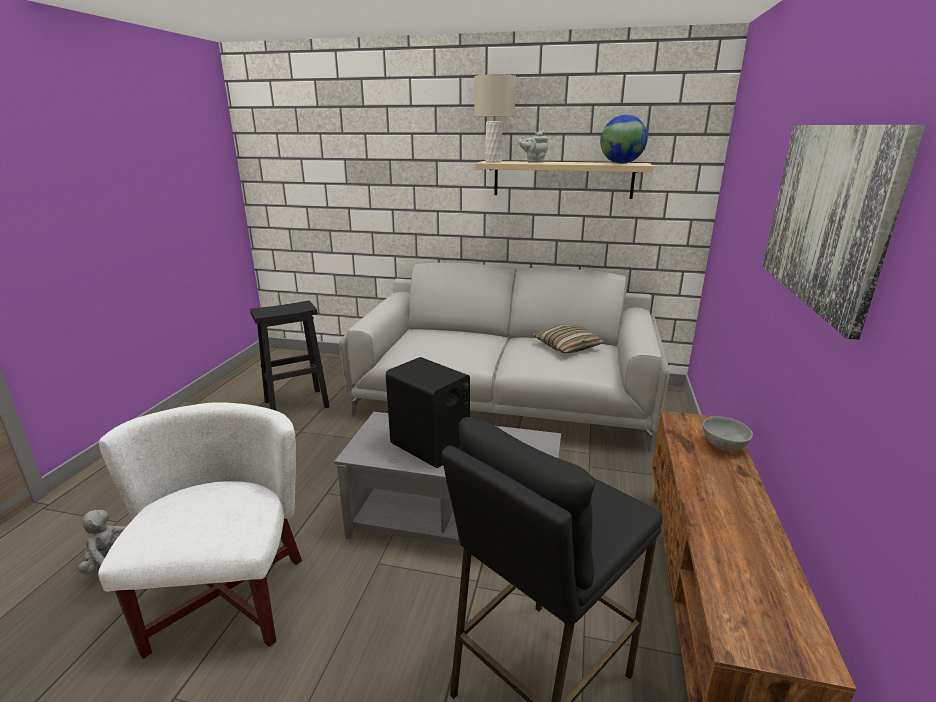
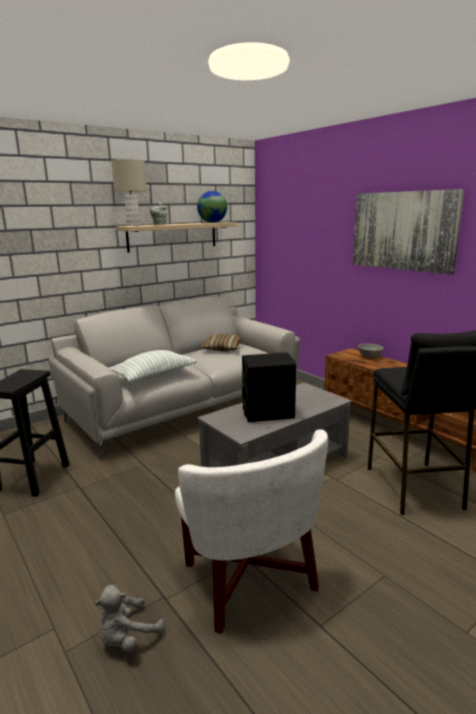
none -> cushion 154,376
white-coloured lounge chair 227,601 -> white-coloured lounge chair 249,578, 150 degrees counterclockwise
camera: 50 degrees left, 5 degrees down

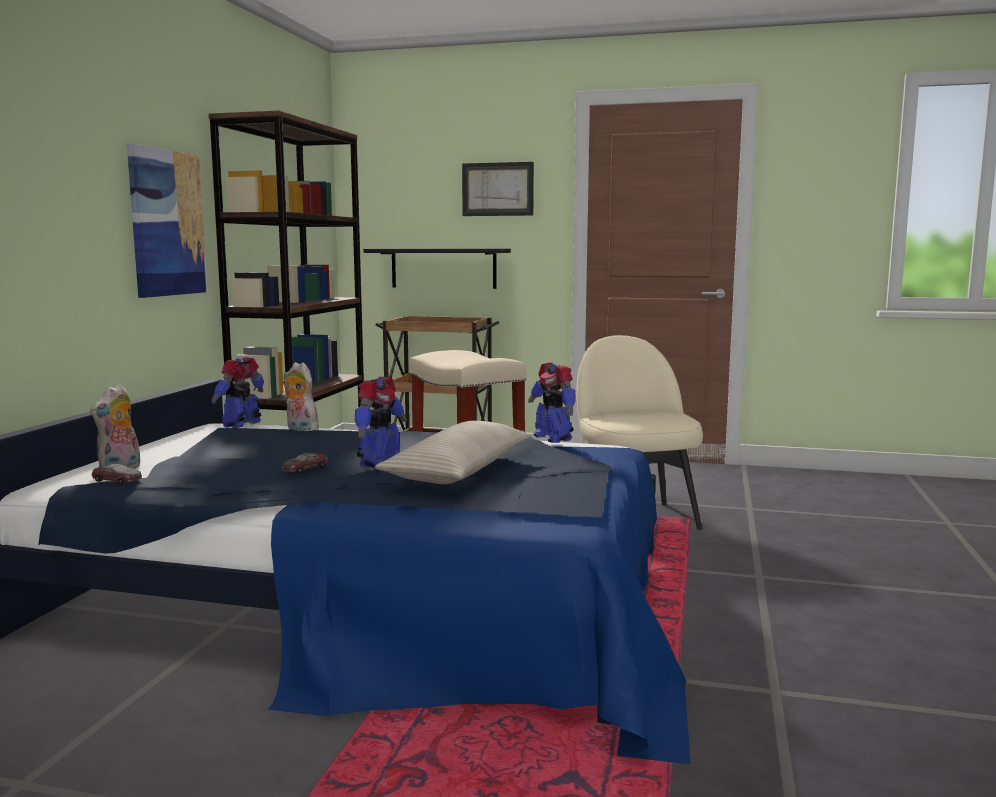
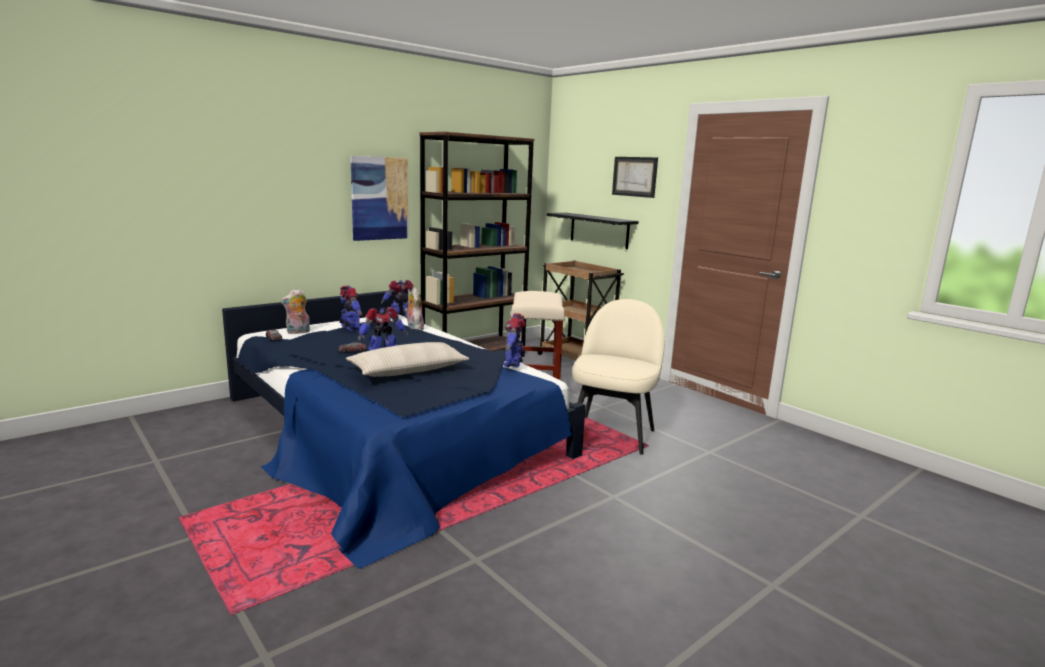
none -> model robot 350,328
camera: 35 degrees right, 5 degrees up

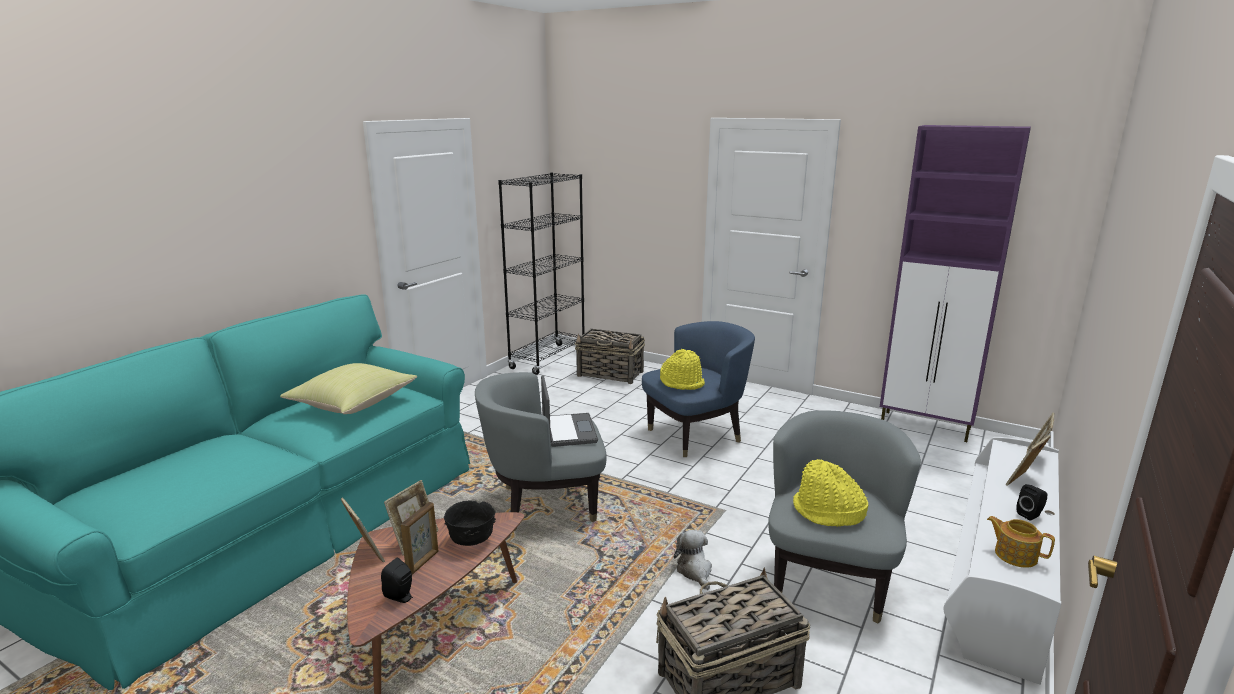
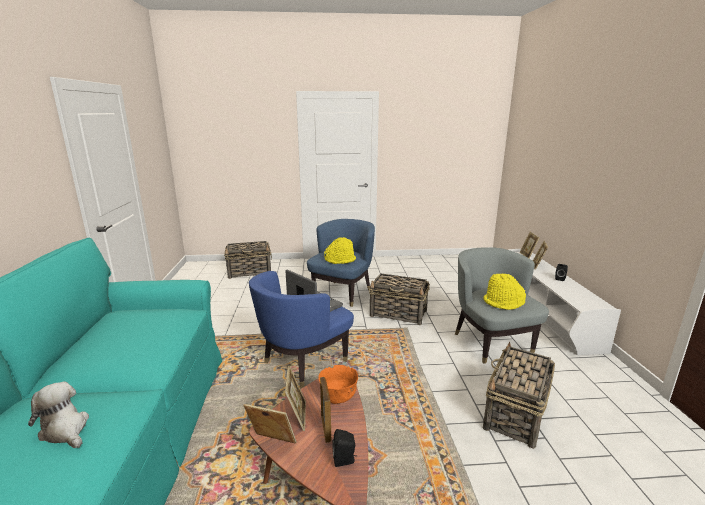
plush toy 695,571 -> plush toy 65,430, shifted
greyish lounge chair 545,504 -> blue lounge chair 303,363
blackish bowl 471,541 -> orange bowl 338,398
none -> household basket 399,314
yellow cushion 353,404 -> none
blackish shelving unit 548,359 -> none
purple cupboard 926,426 -> none
pot for tea 1014,555 -> none
camera: 35 degrees left, 0 degrees up

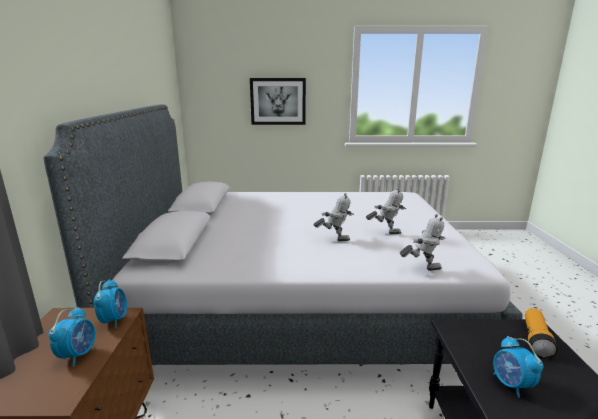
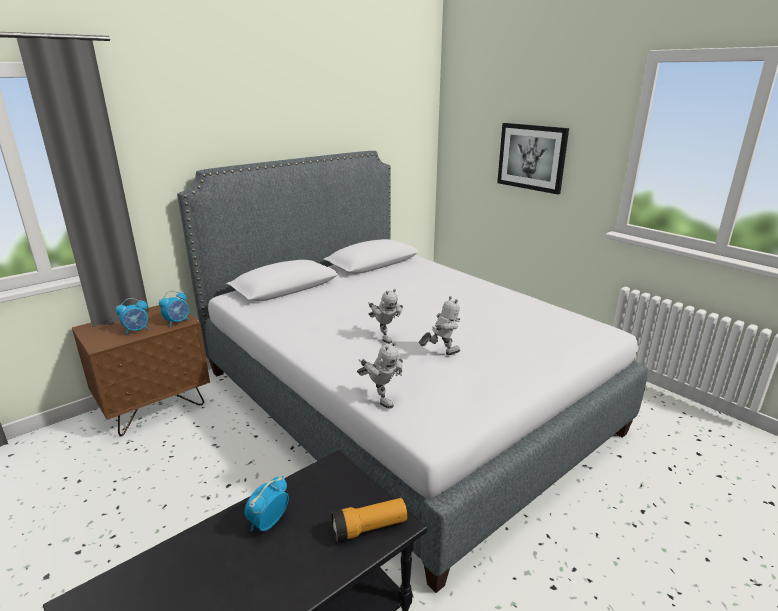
model robot 385,231 -> model robot 441,353, 90 degrees counterclockwise
camera: 50 degrees right, 5 degrees up

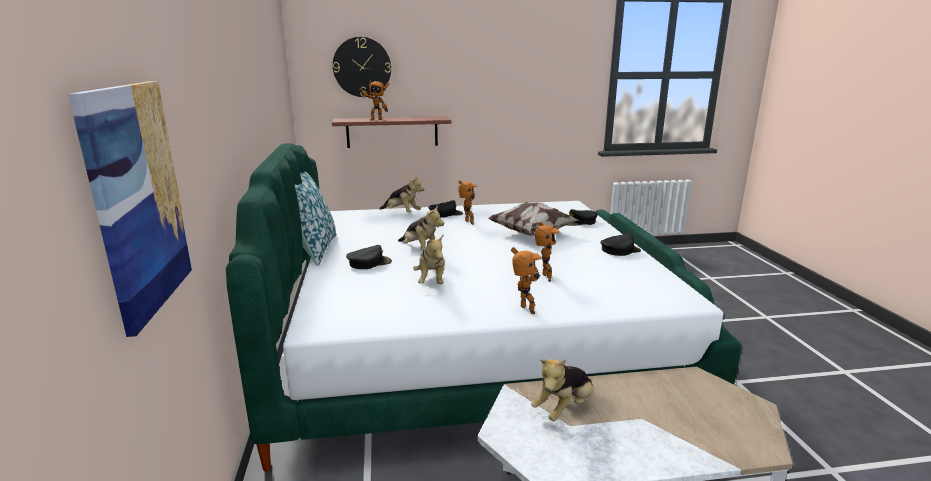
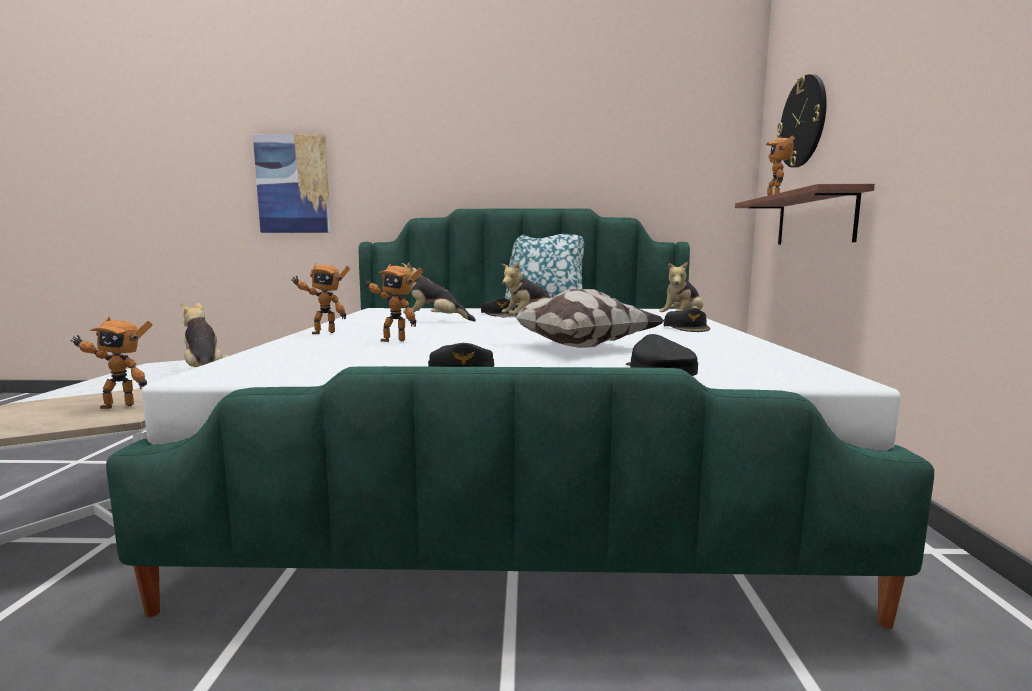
model robot 468,223 -> model robot 118,405, shifted
camera: 100 degrees right, 10 degrees down

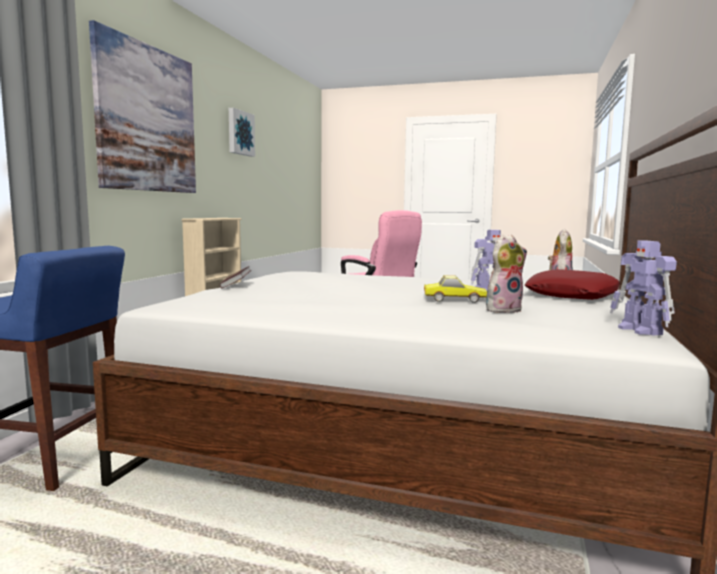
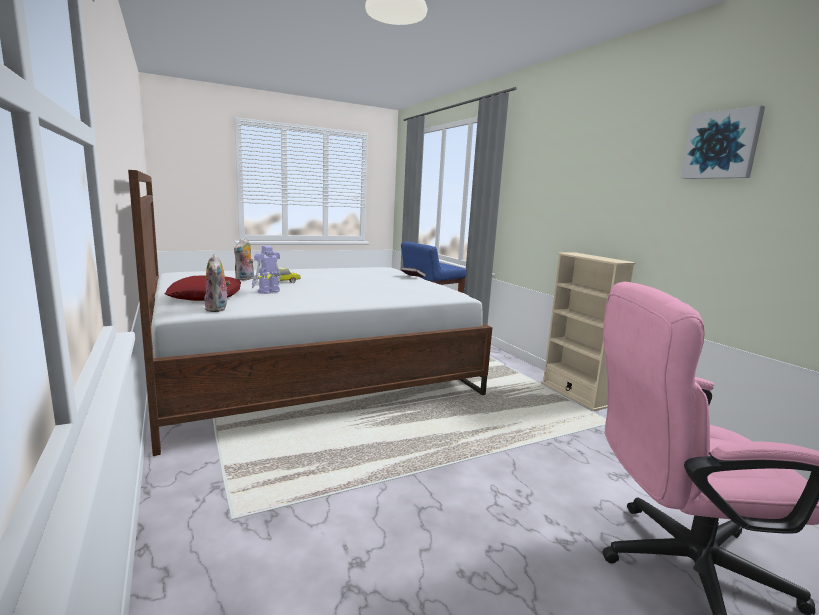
wall picture 147,119 -> none
model robot 641,330 -> none
camera: 135 degrees right, 5 degrees up

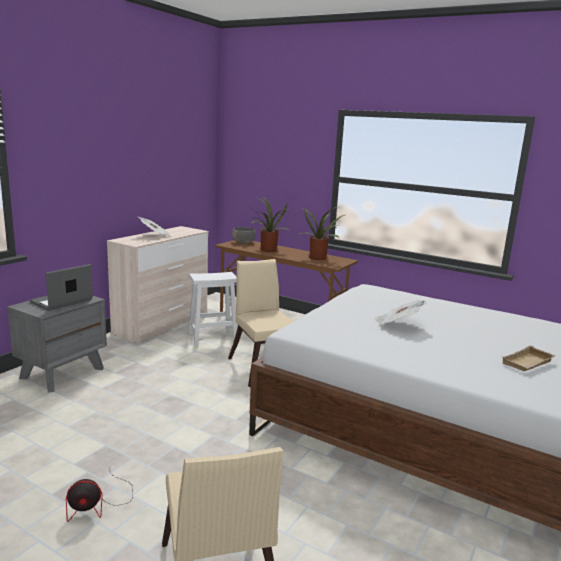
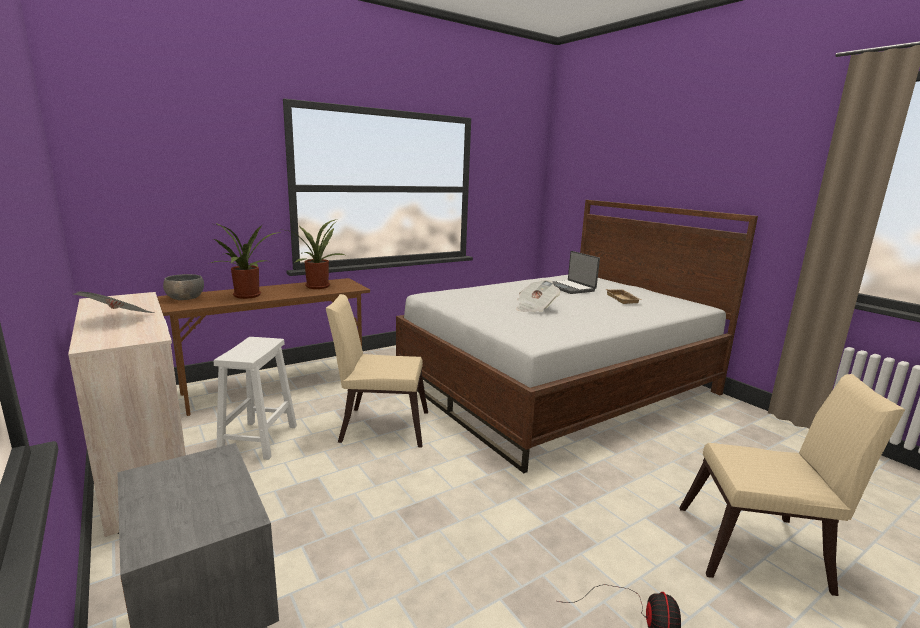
portable computer 62,301 -> portable computer 570,288, shifted
camera: 65 degrees left, 0 degrees up

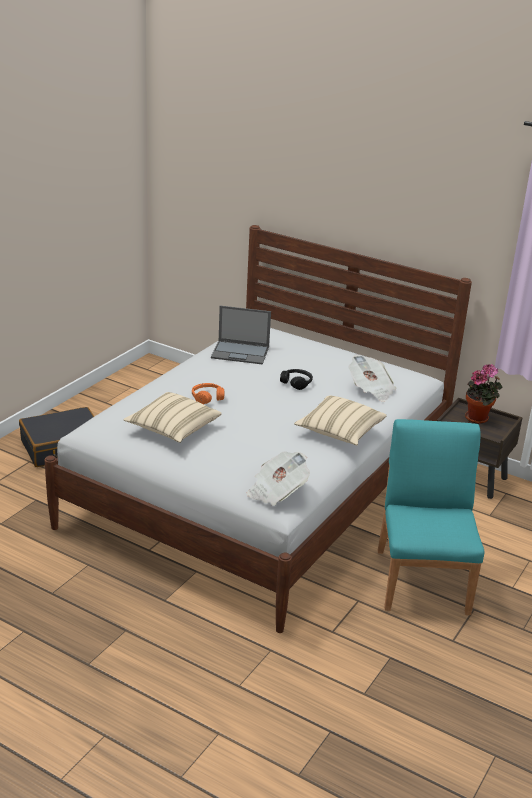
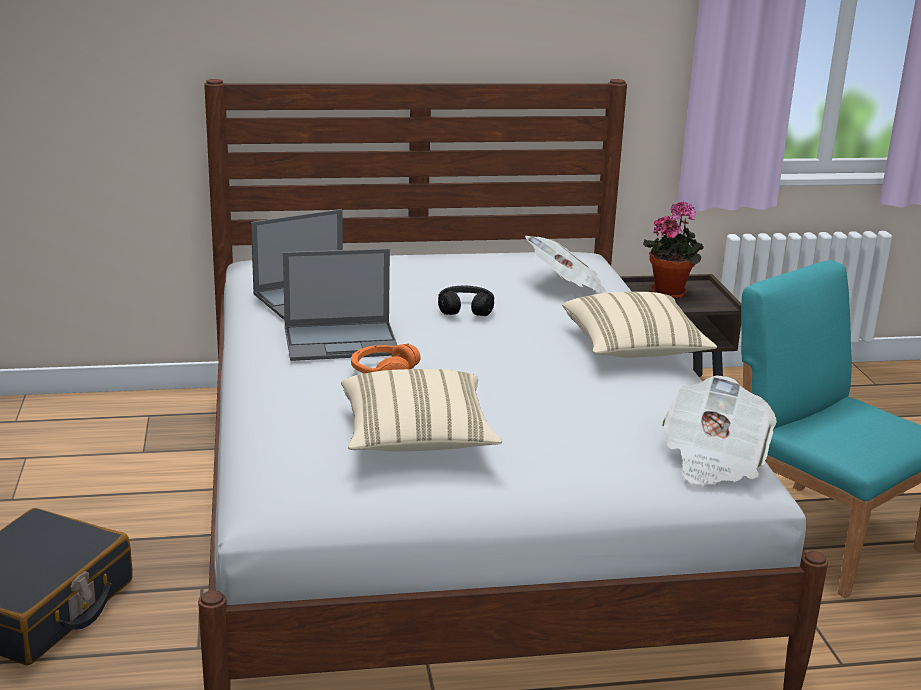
none -> portable computer 342,341
camera: 40 degrees left, 5 degrees down

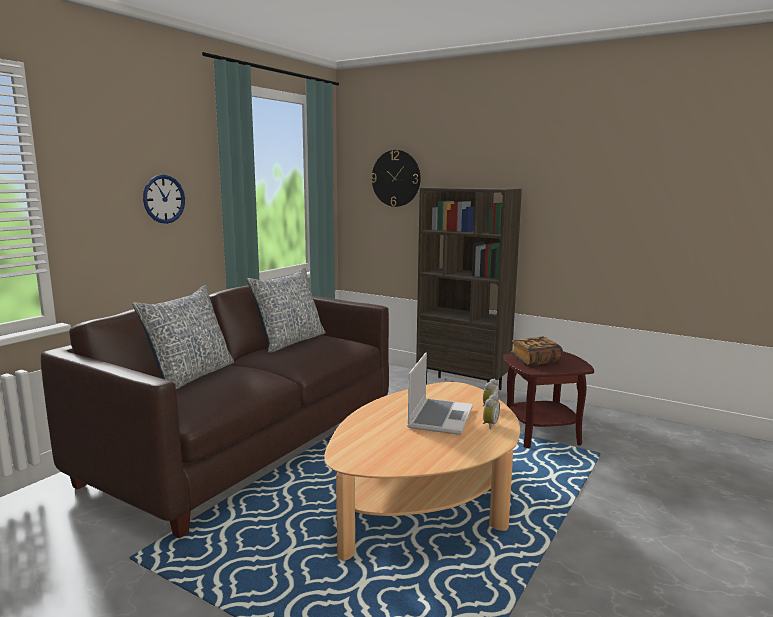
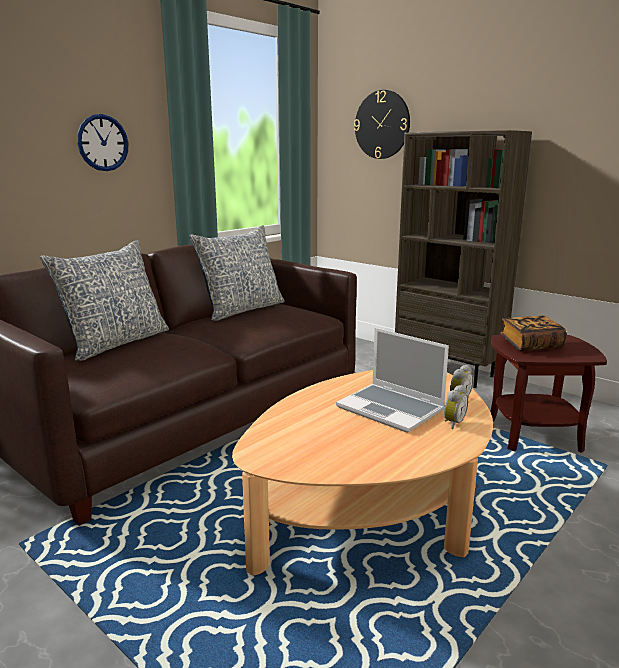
portable computer 439,417 -> portable computer 392,409, 105 degrees clockwise
camera: 10 degrees right, 5 degrees up

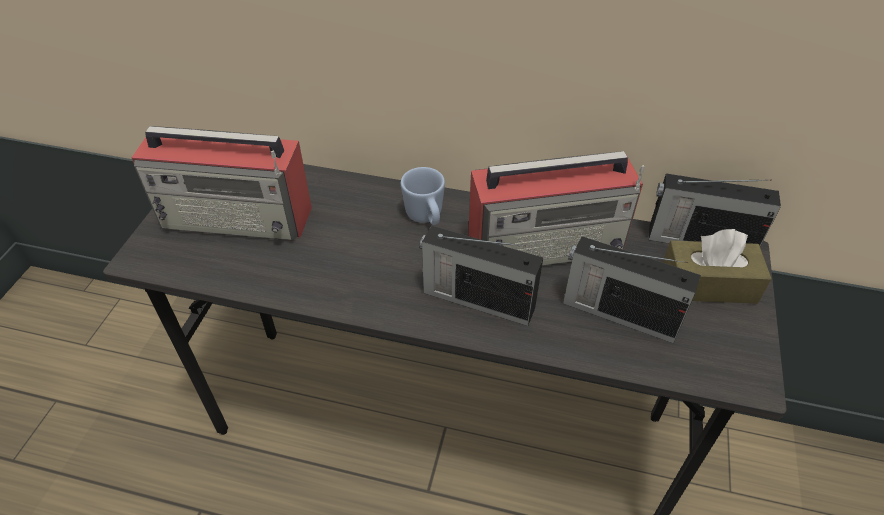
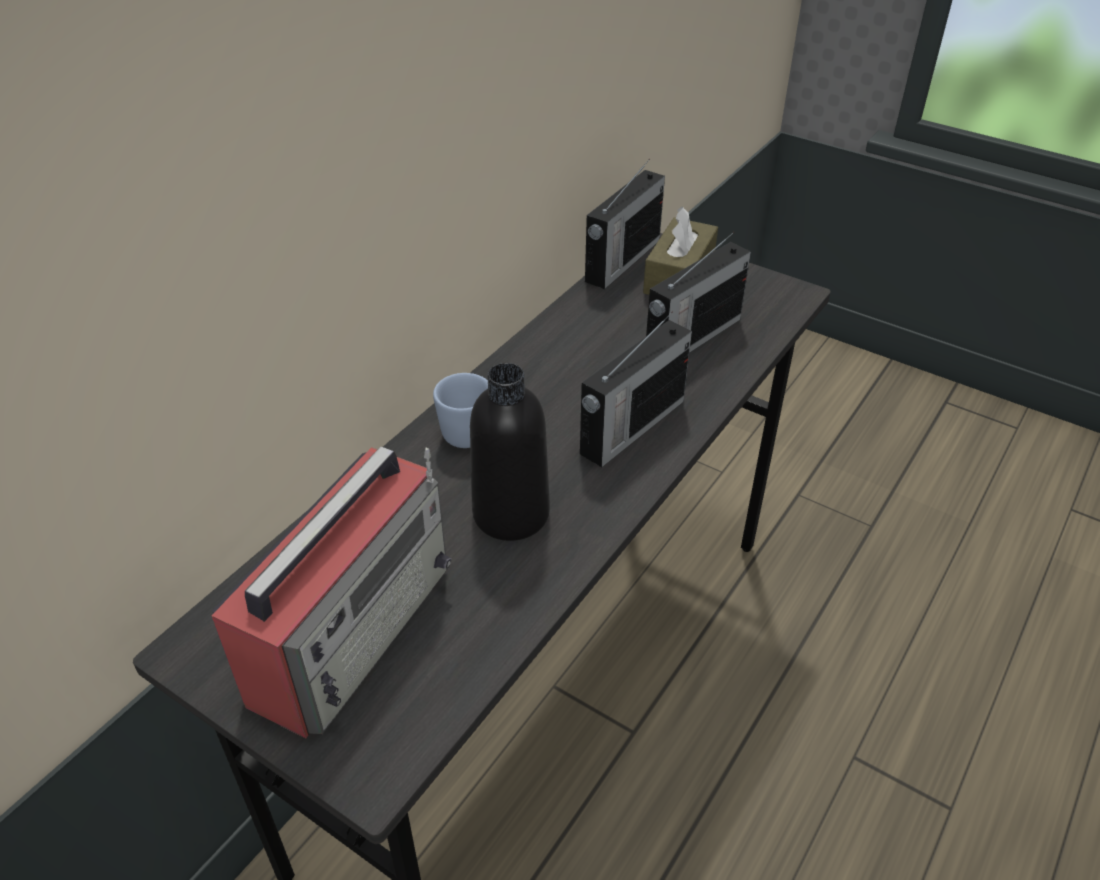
none -> blackish beverage bottle 511,514
radio set 548,245 -> none
camera: 70 degrees left, 5 degrees down

